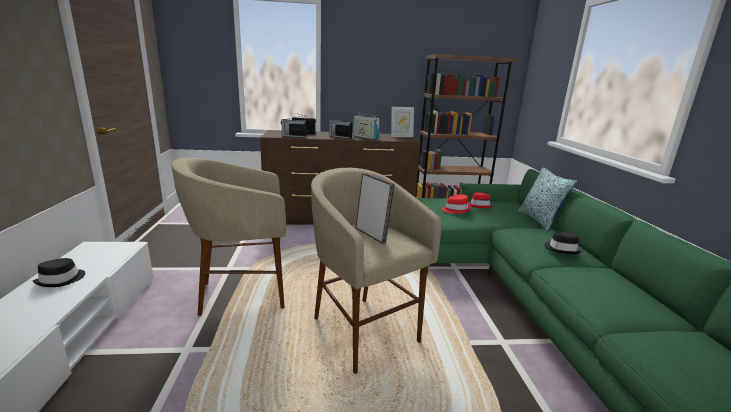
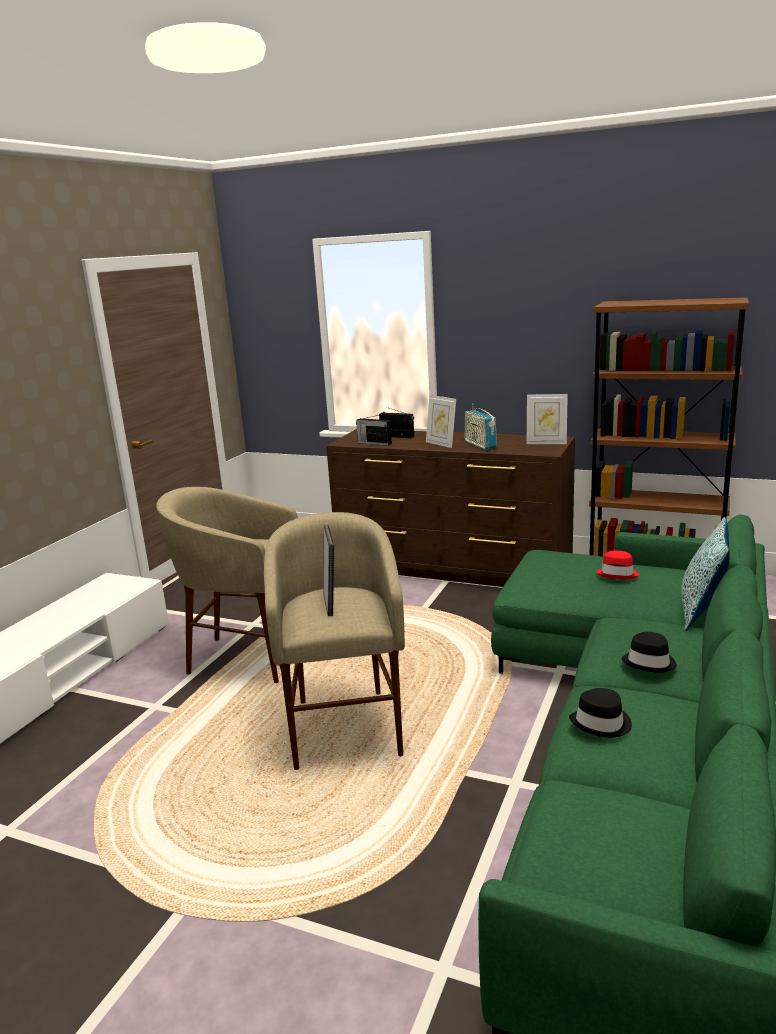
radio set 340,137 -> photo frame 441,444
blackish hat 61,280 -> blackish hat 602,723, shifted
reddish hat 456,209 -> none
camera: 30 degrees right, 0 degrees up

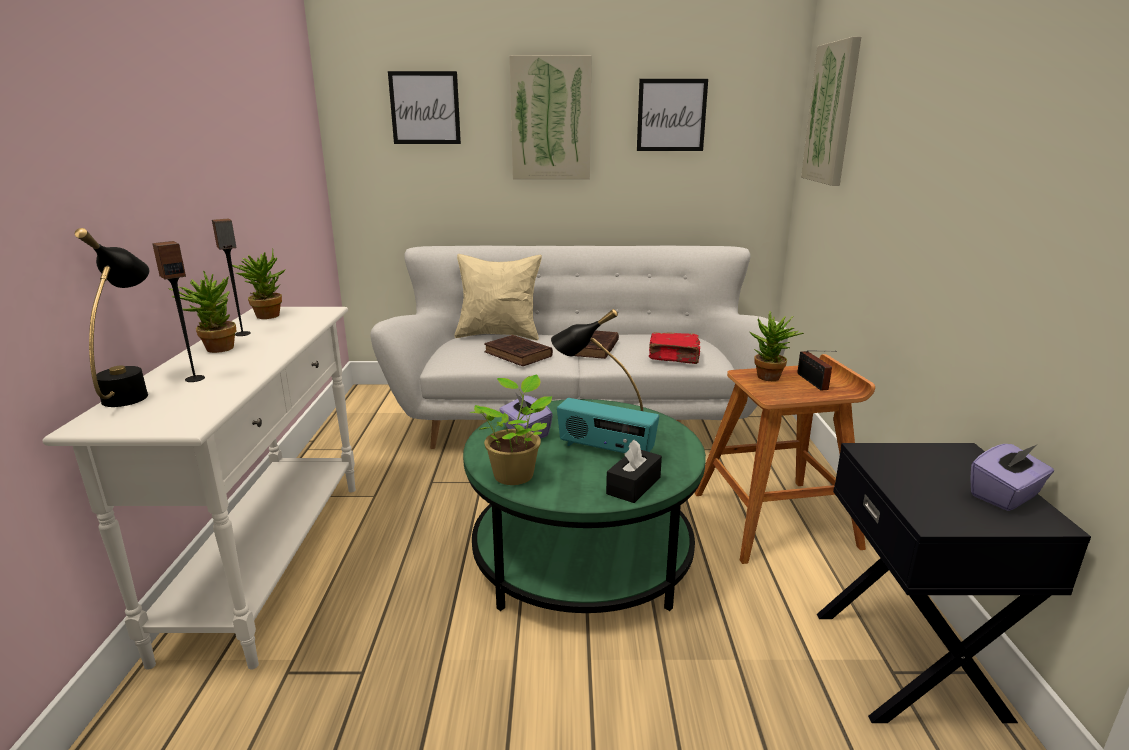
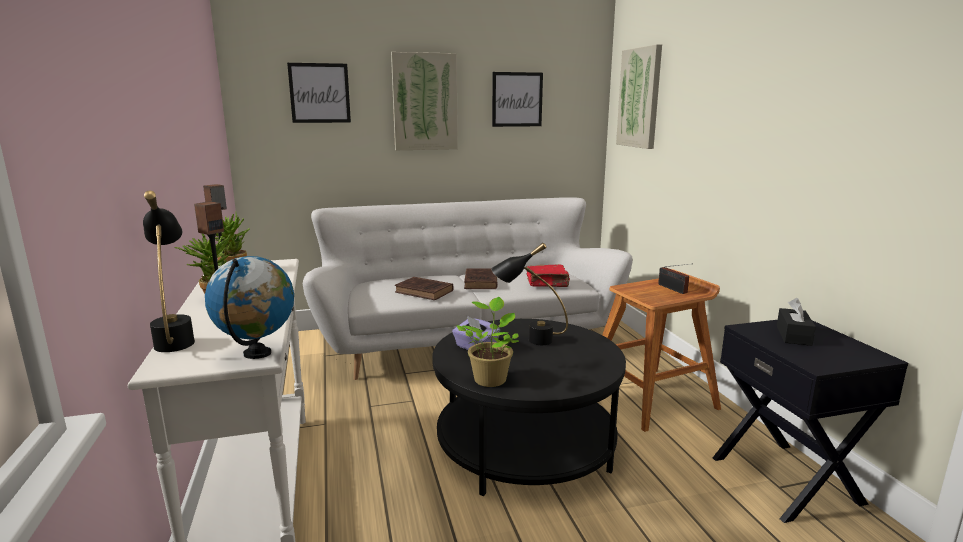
none -> globe 257,354
green lounge table 582,556 -> blackish lounge table 525,444
blackish tissue box 633,485 -> blackish tissue box 793,335, shifted
beige-coloured cushion 499,335 -> none
radio set 606,450 -> none
houseplant 769,379 -> none
purple tissue box 1005,496 -> none
camera: 15 degrees left, 5 degrees down

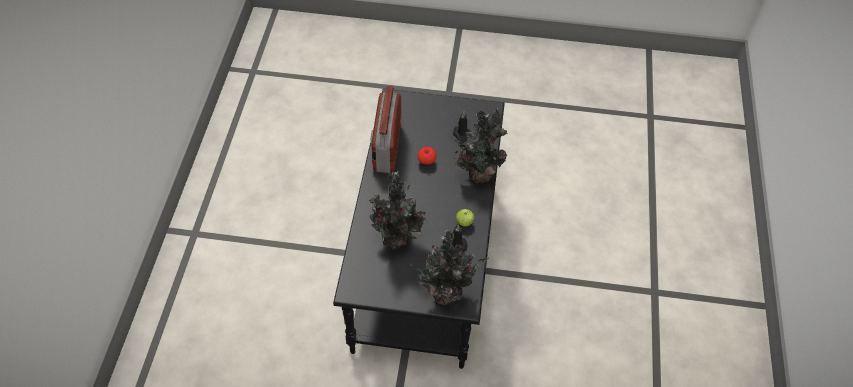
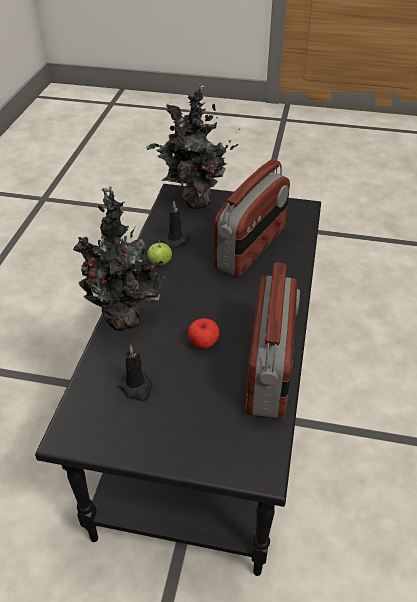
houseplant 396,241 -> radio set 251,248
camera: 175 degrees left, 10 degrees down

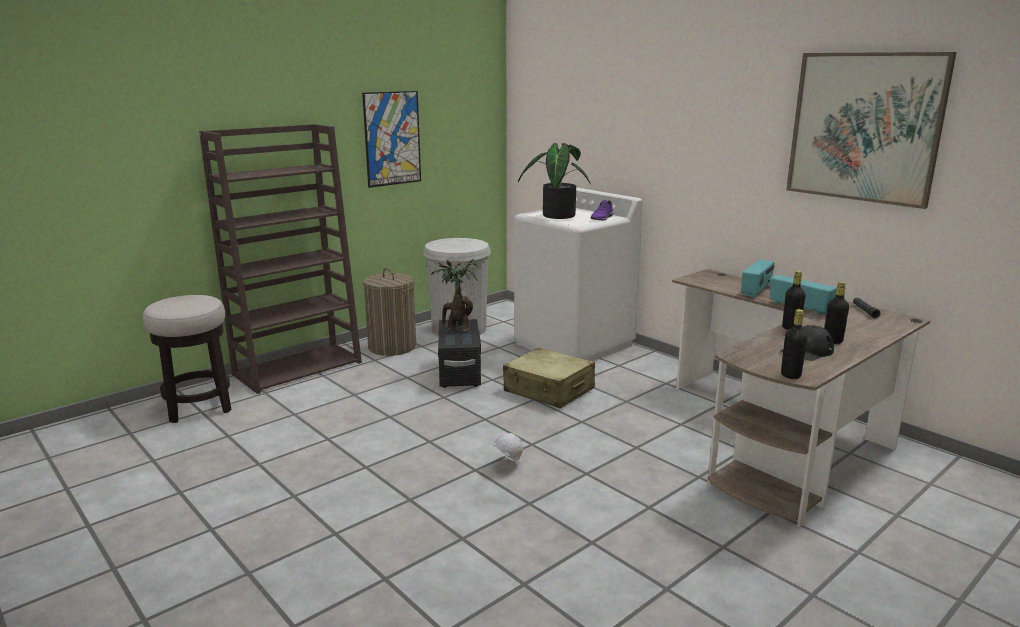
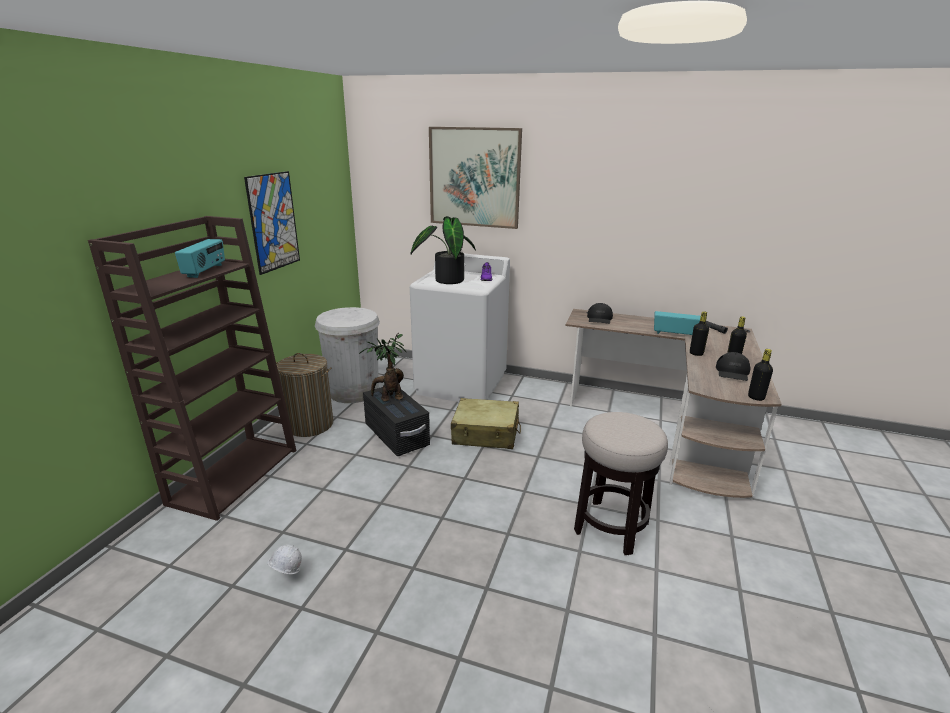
radio set 756,290 -> radio set 205,271, shifted
white-coloured work helmet 506,465 -> white-coloured work helmet 286,576, shifted
wall picture 864,127 -> wall picture 474,177, shifted
stool seat 198,407 -> stool seat 611,527, shifted
none -> blackish baseball cap 599,318
camera: 30 degrees left, 5 degrees up

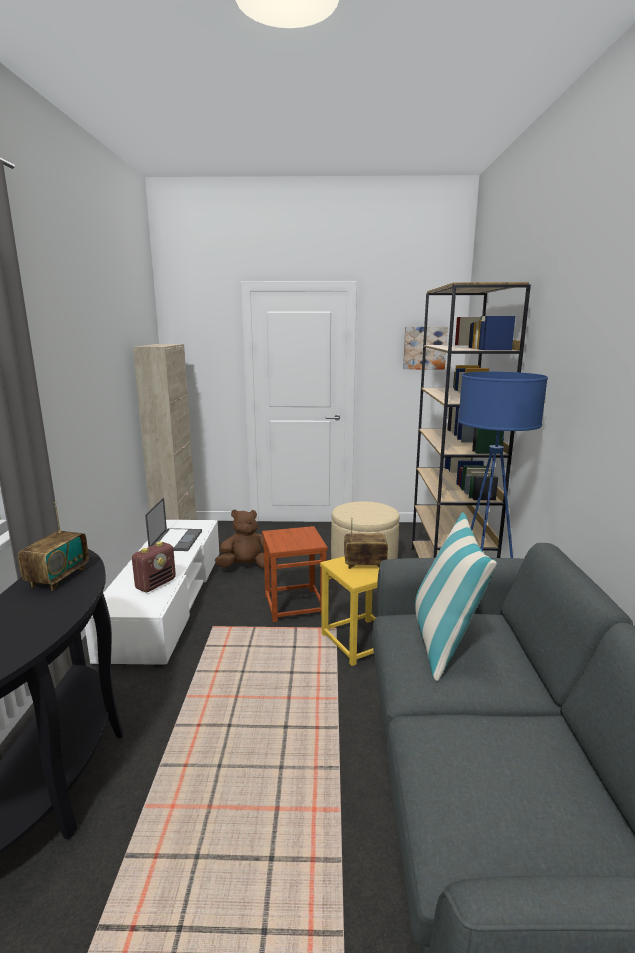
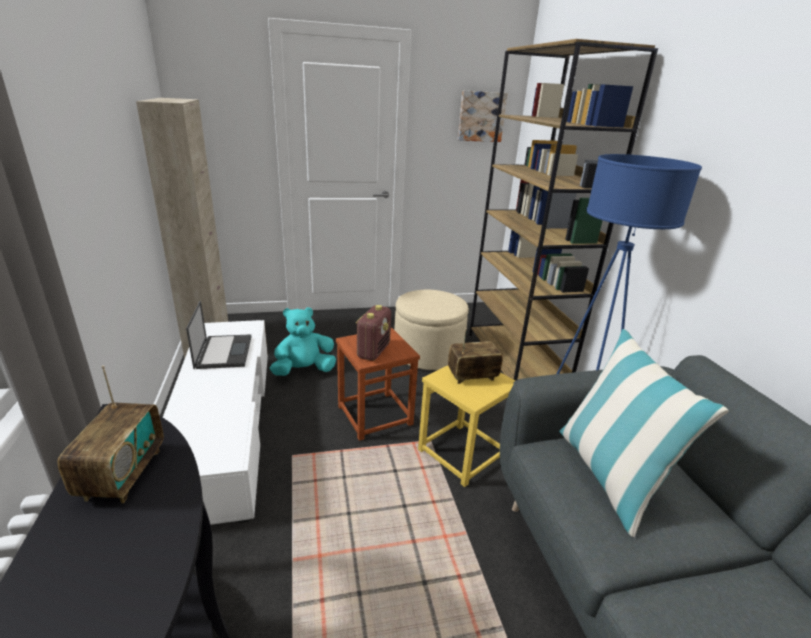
brown plush toy 246,566 -> turquoise-coloured plush toy 304,370
radio set 156,584 -> radio set 373,351, shifted
camera: 15 degrees left, 10 degrees up

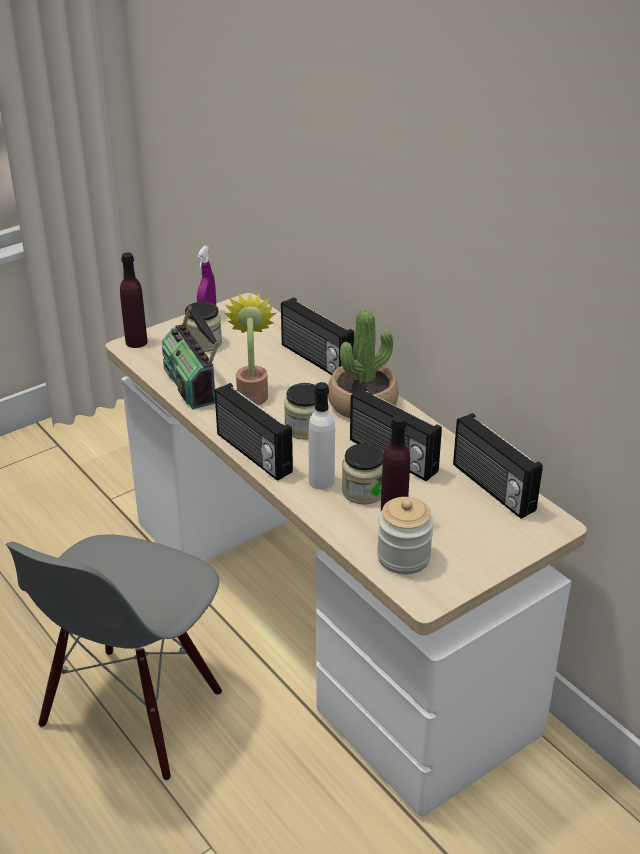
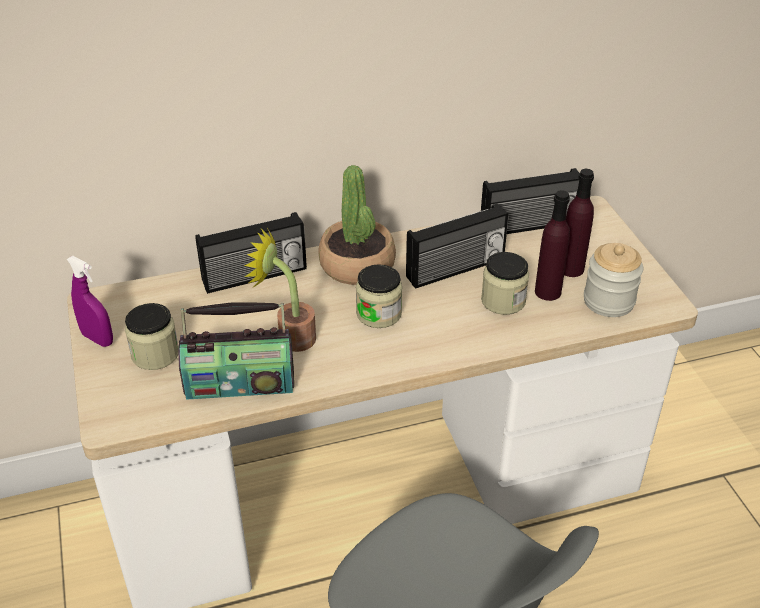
purple beverage bottle 136,342 -> purple beverage bottle 571,269, shifted
radio set 252,454 -> none
white-coloured beverage bottle 321,481 -> none
camera: 70 degrees left, 5 degrees up

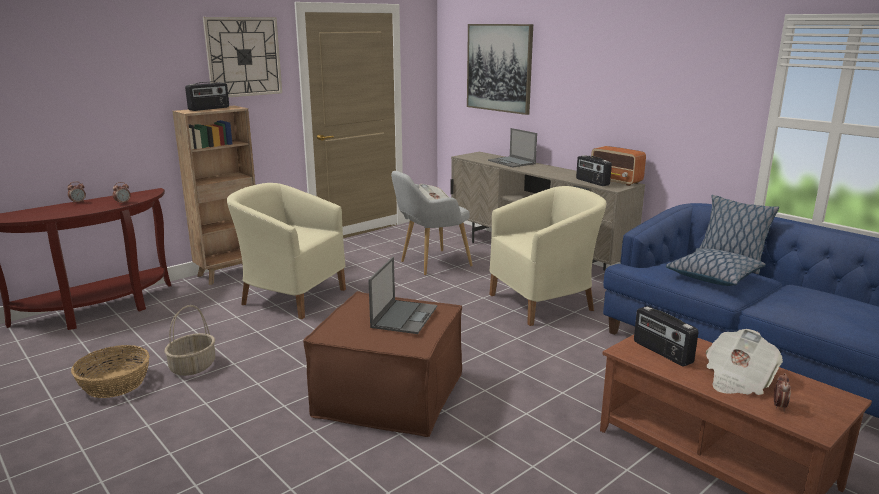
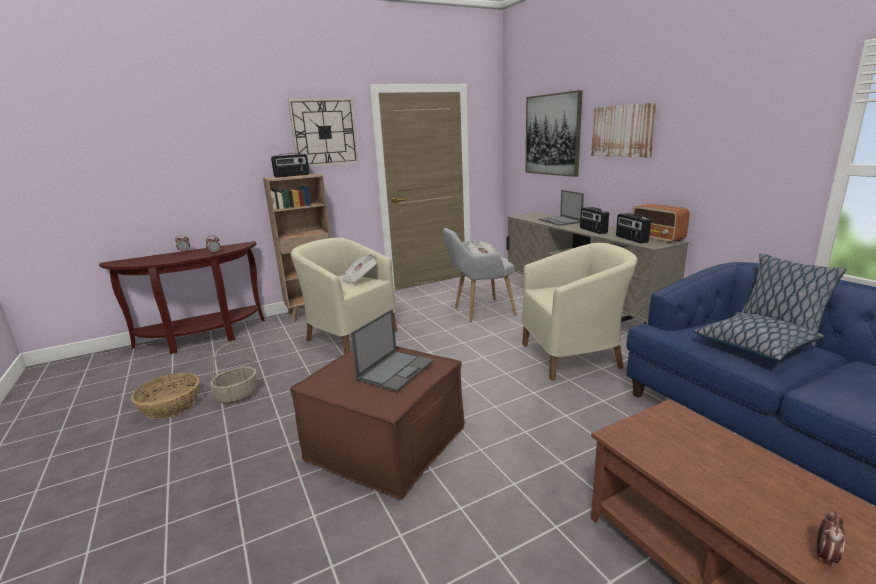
newspaper 737,379 -> newspaper 358,279, shifted
radio set 662,352 -> radio set 592,230, shifted
none -> wall picture 622,131
camera: 15 degrees right, 0 degrees up

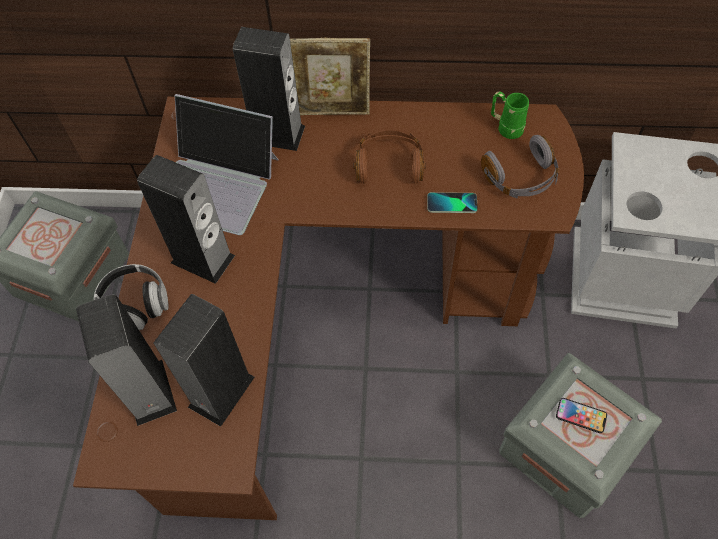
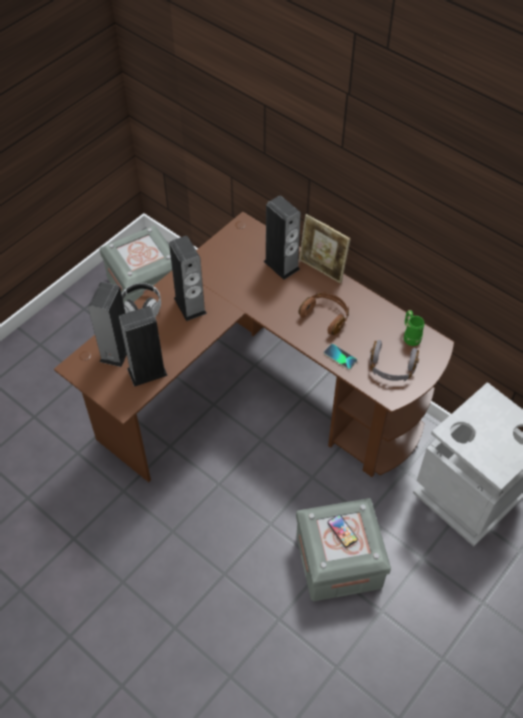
portable computer 217,183 -> none
camera: 35 degrees right, 5 degrees down

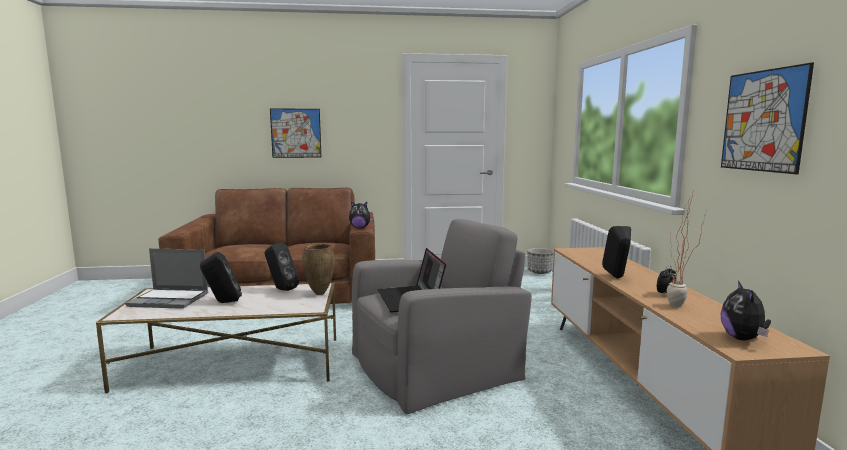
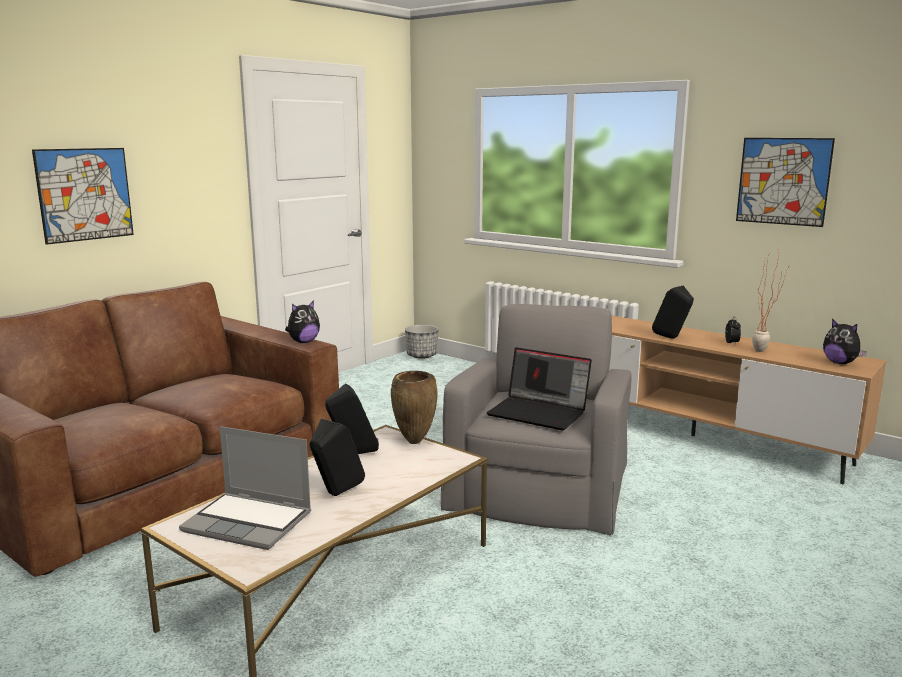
portable computer 170,300 -> portable computer 250,522, 60 degrees clockwise
camera: 45 degrees left, 5 degrees up

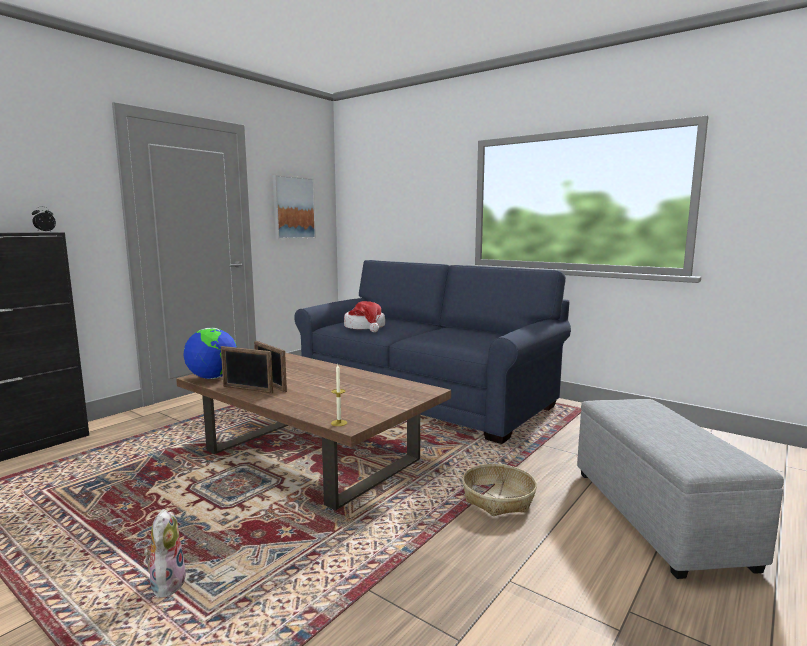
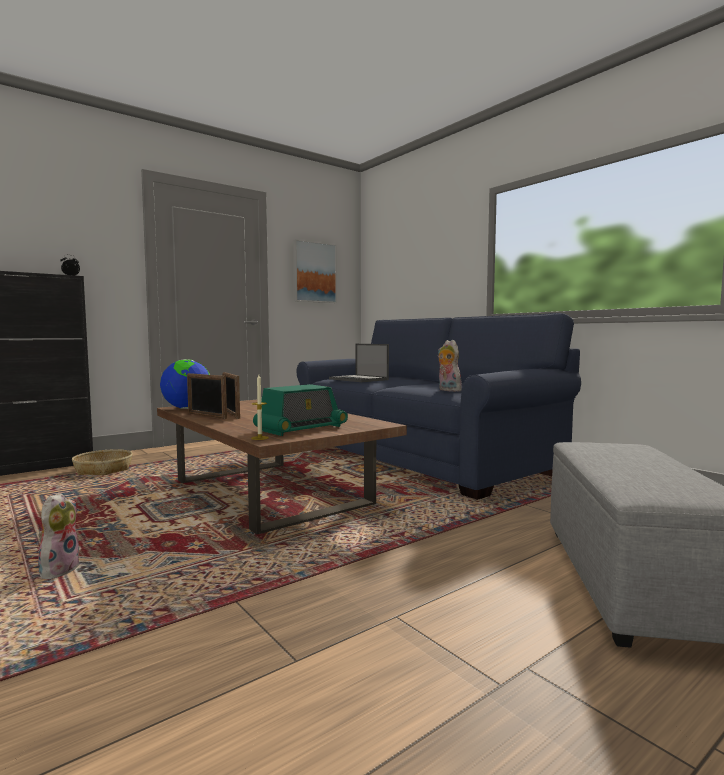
household basket 498,499 -> household basket 103,470, shifted
none -> radio set 301,428
hat 365,327 -> portable computer 359,379
none -> plush toy 447,390
camera: 15 degrees right, 5 degrees down

